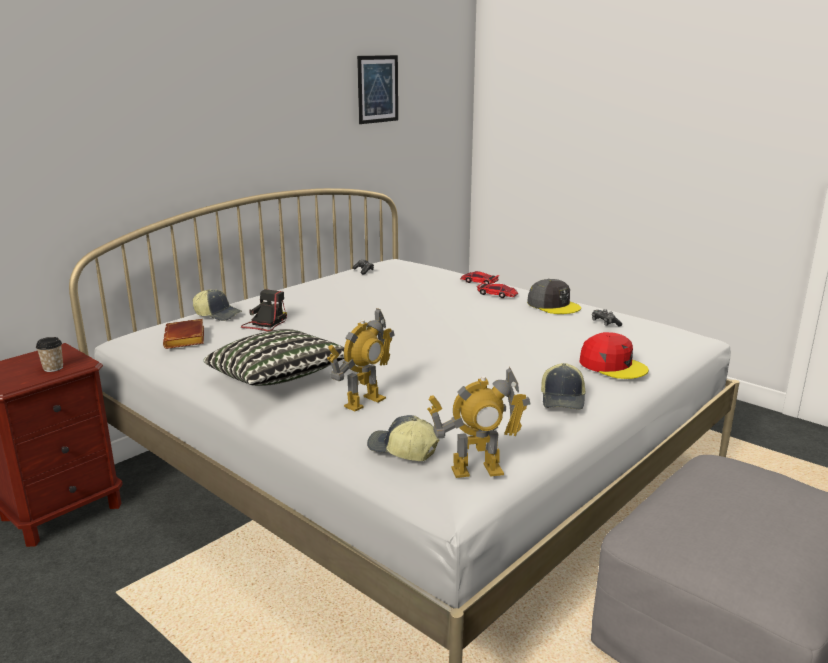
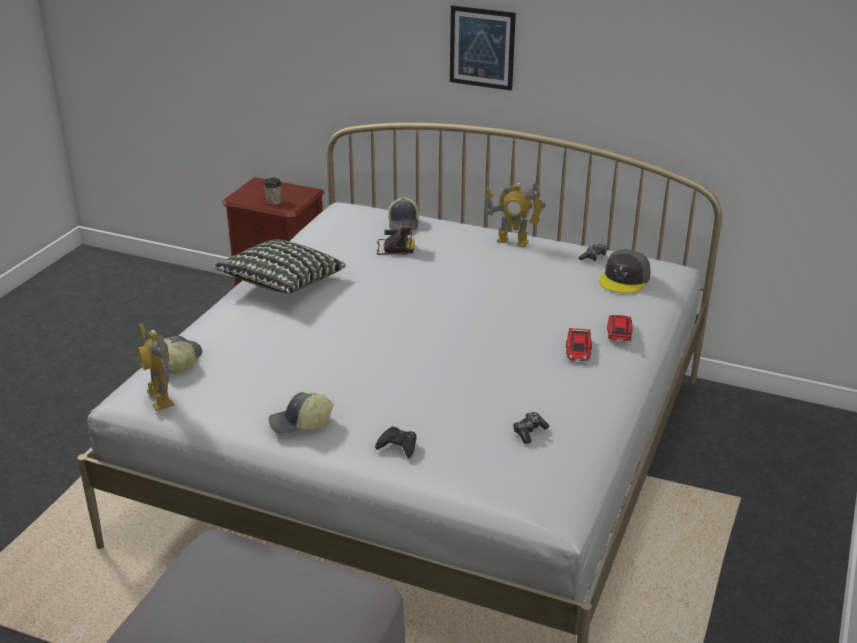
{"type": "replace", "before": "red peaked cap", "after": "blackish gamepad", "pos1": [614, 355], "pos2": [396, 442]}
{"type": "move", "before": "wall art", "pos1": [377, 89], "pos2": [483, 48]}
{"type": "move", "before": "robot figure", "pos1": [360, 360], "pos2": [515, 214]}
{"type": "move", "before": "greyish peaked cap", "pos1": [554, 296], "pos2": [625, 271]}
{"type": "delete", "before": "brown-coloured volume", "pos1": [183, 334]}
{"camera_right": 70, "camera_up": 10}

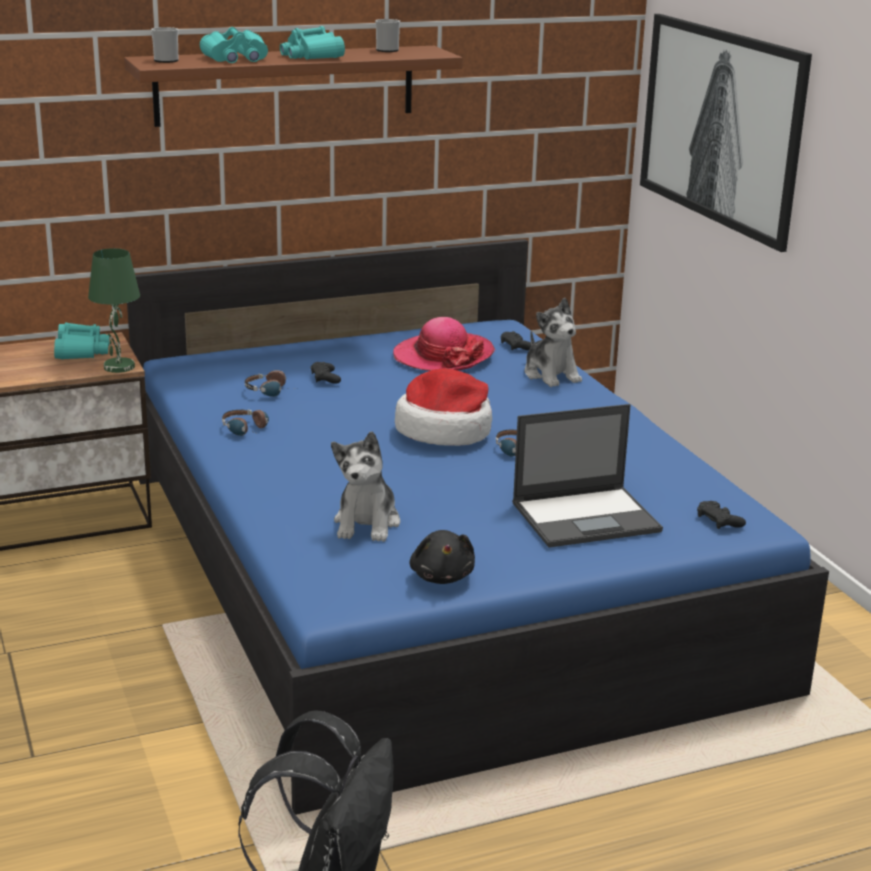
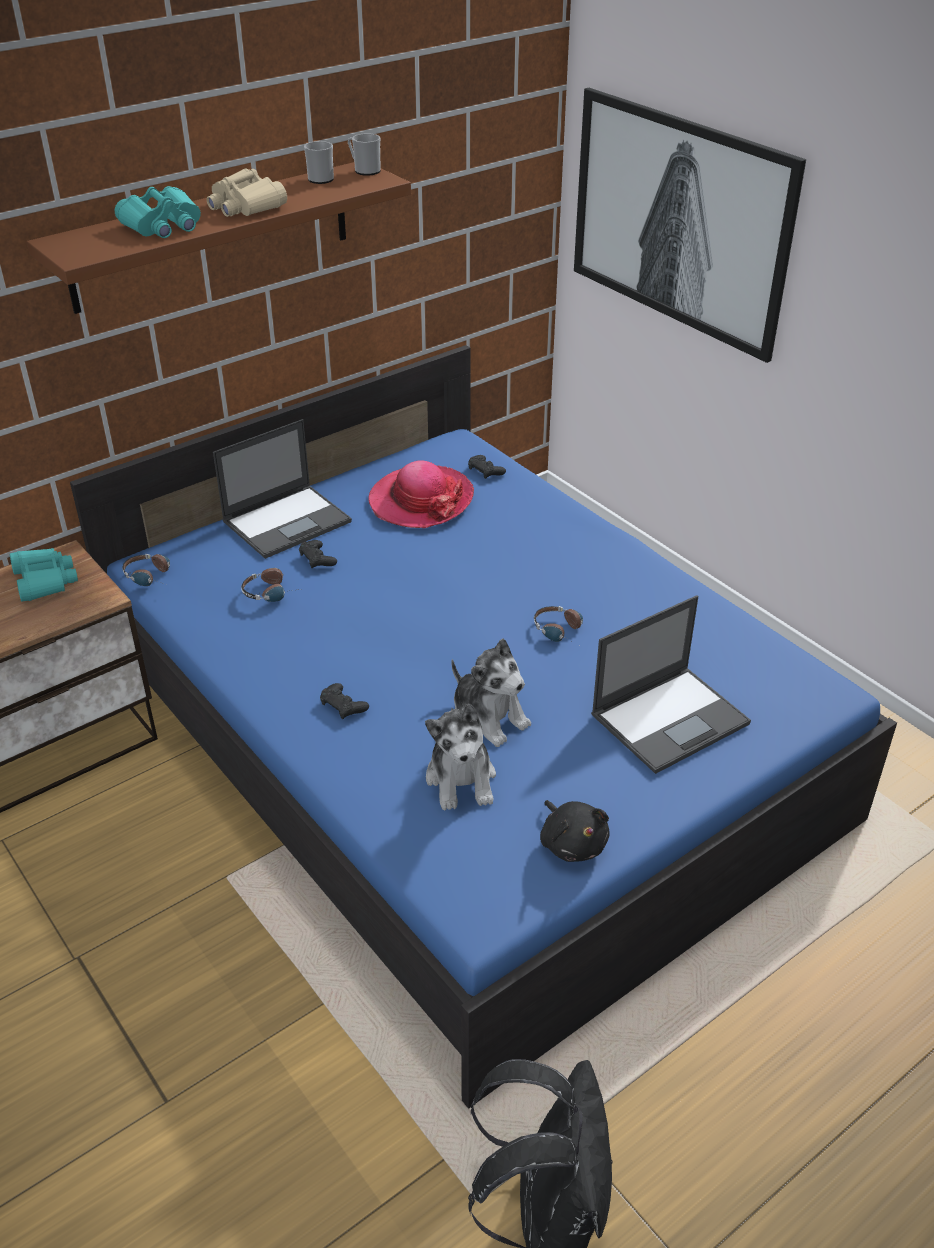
{"type": "move", "before": "headset", "pos1": [245, 422], "pos2": [146, 570]}
{"type": "recolor", "before": "turquoise pair of binoculars", "after": "sand-coloured pair of binoculars", "pos1": [312, 43], "pos2": [247, 192]}
{"type": "insert", "after": "notebook computer", "pos2": [282, 489]}
{"type": "move", "before": "blackish gamepad", "pos1": [721, 515], "pos2": [344, 701]}
{"type": "move", "before": "tea mug", "pos1": [165, 45], "pos2": [364, 154]}
{"type": "move", "before": "plush toy", "pos1": [553, 342], "pos2": [491, 693]}
{"type": "delete", "before": "greenish tabletop lamp", "pos1": [114, 310]}
{"type": "delete", "before": "hat", "pos1": [443, 407]}
{"camera_right": -15, "camera_up": 15}

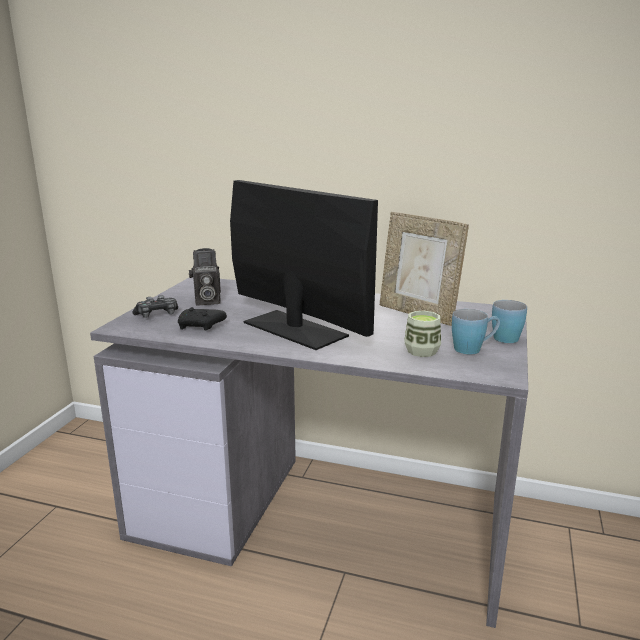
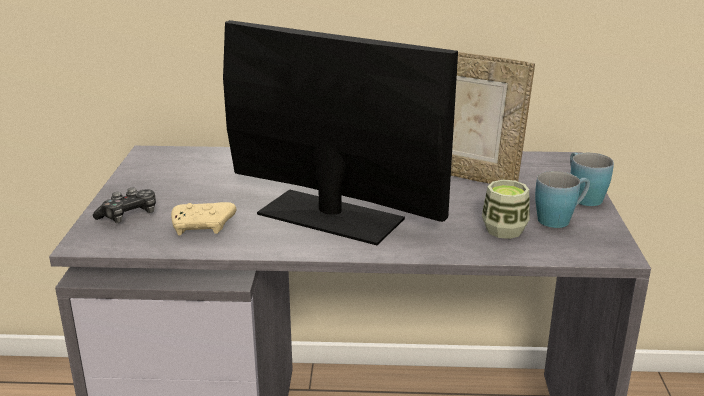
{"type": "recolor", "before": "blackish gamepad", "after": "sand-coloured gamepad", "pos1": [202, 319], "pos2": [203, 219]}
{"type": "delete", "before": "photo camera", "pos1": [205, 276]}
{"camera_right": -15, "camera_up": 5}

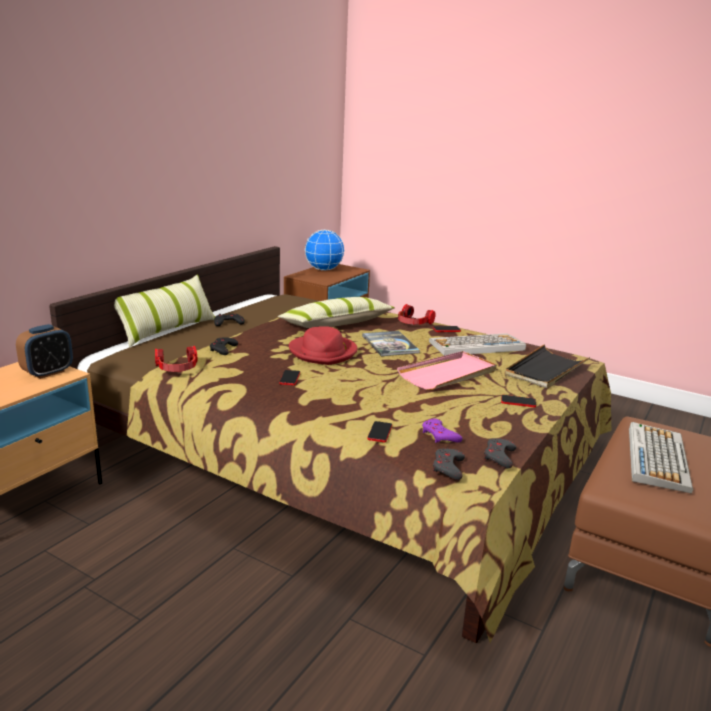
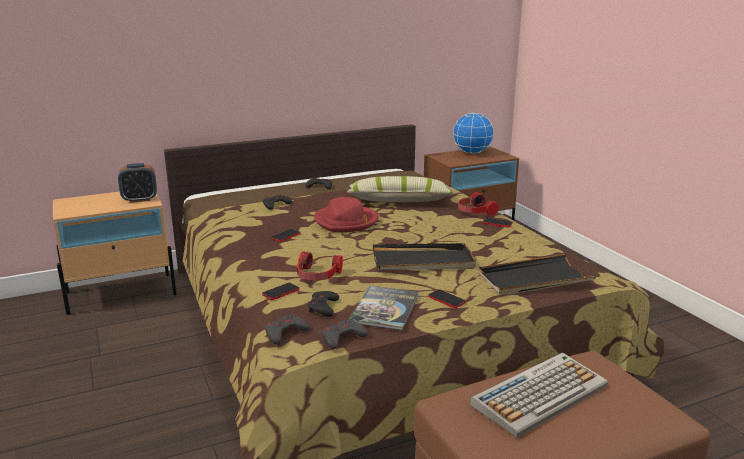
{"type": "move", "before": "headset", "pos1": [176, 359], "pos2": [320, 266]}
{"type": "recolor", "before": "purple-coloured gamepad", "after": "blackish gamepad", "pos1": [442, 431], "pos2": [323, 304]}
{"type": "move", "before": "volume", "pos1": [391, 343], "pos2": [384, 308]}
{"type": "recolor", "before": "pinkish tray", "after": "blackish tray", "pos1": [447, 370], "pos2": [424, 256]}
{"type": "delete", "before": "cushion", "pos1": [164, 310]}
{"type": "delete", "before": "computer keyboard", "pos1": [477, 344]}
{"camera_right": 35, "camera_up": 0}

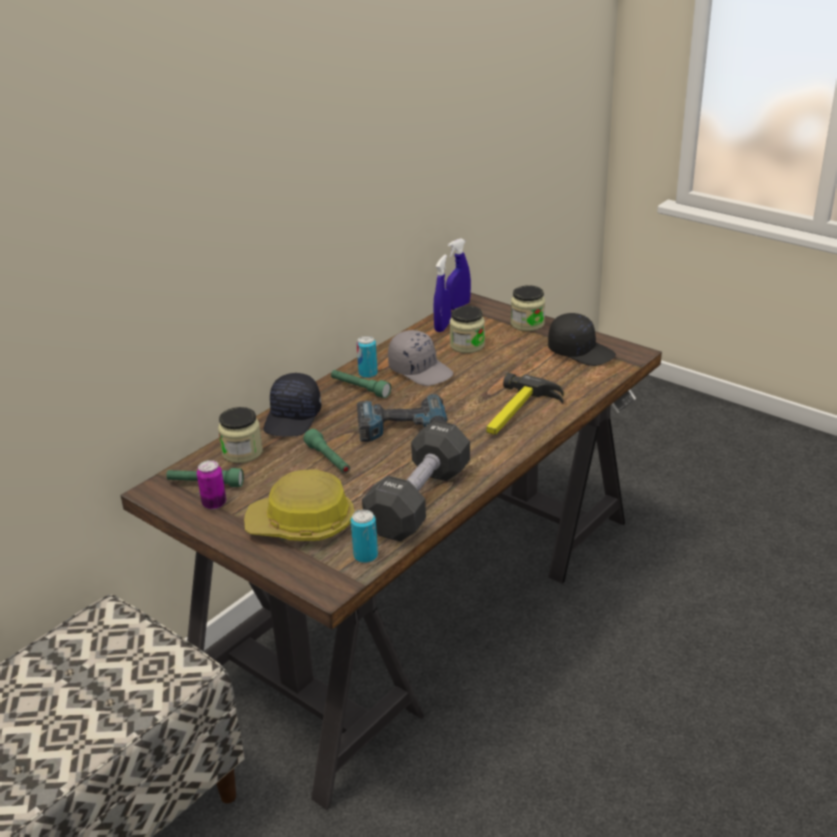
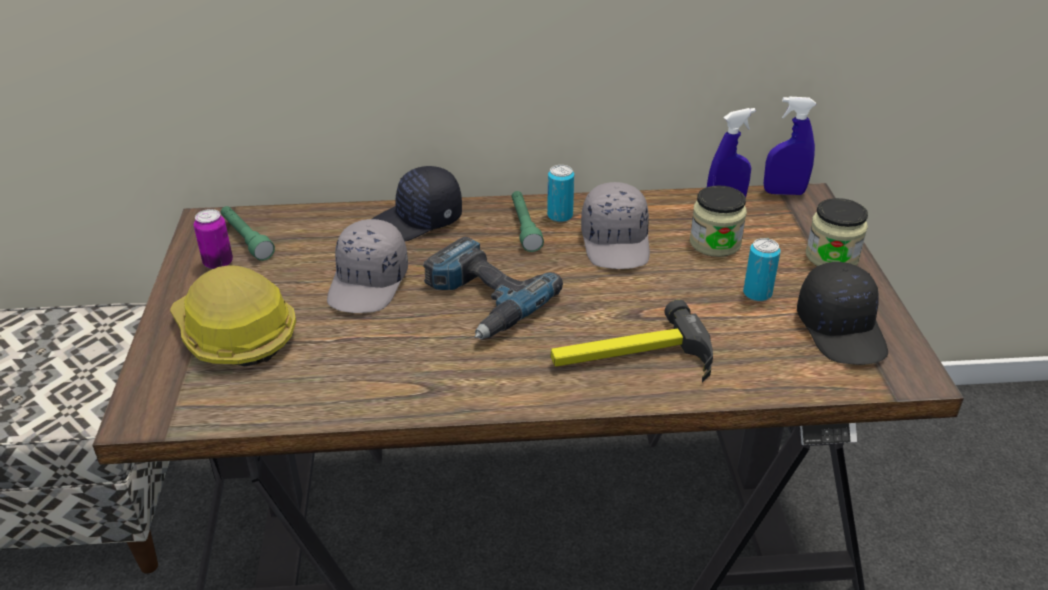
{"type": "replace", "before": "greenish torch", "after": "greyish peaked cap", "pos1": [326, 451], "pos2": [367, 266]}
{"type": "move", "before": "sealed can", "pos1": [364, 536], "pos2": [761, 270]}
{"type": "delete", "before": "preserve jar", "pos1": [240, 435]}
{"type": "delete", "before": "blackish free weight", "pos1": [416, 481]}
{"camera_right": 45, "camera_up": 5}

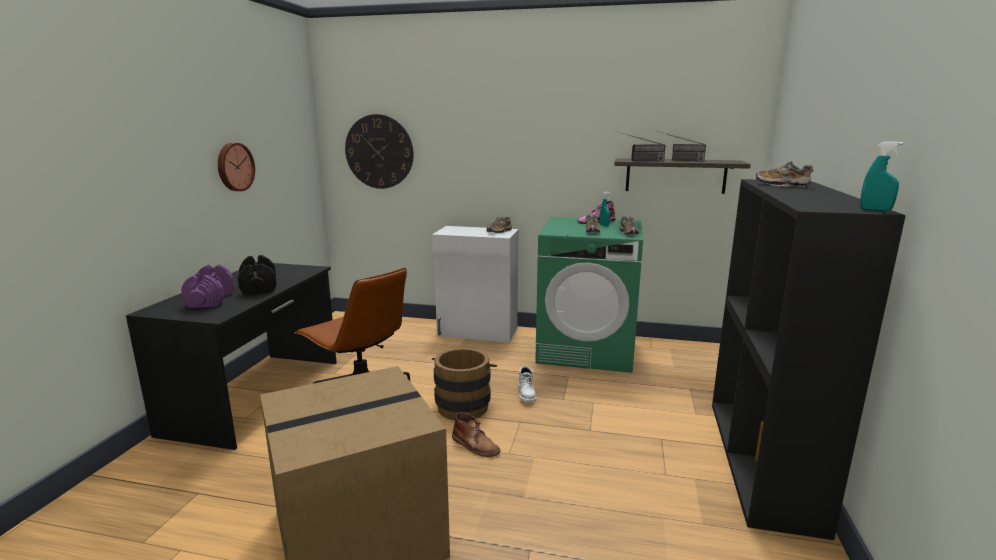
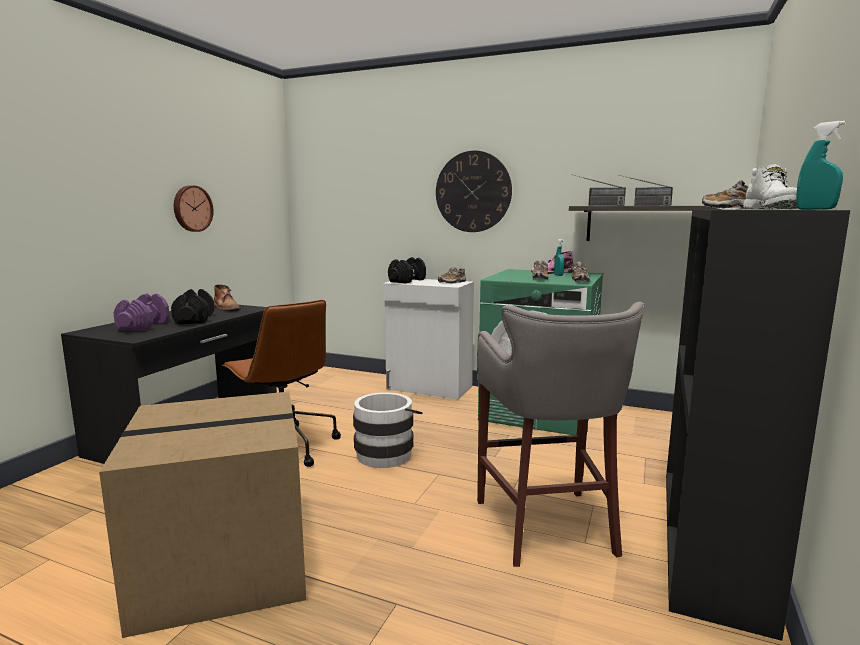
{"type": "move", "before": "brown-coloured high-top boot", "pos1": [476, 434], "pos2": [227, 297]}
{"type": "recolor", "before": "brown-coloured pail", "after": "whitish pail", "pos1": [464, 384], "pos2": [388, 430]}
{"type": "insert", "after": "blackish free weight", "pos2": [407, 270]}
{"type": "move", "before": "clock on the wall", "pos1": [379, 151], "pos2": [474, 191]}
{"type": "insert", "after": "greyish stool", "pos2": [560, 434]}
{"type": "move", "before": "whitish high-top boot", "pos1": [527, 384], "pos2": [770, 186]}
{"camera_right": 10, "camera_up": -5}

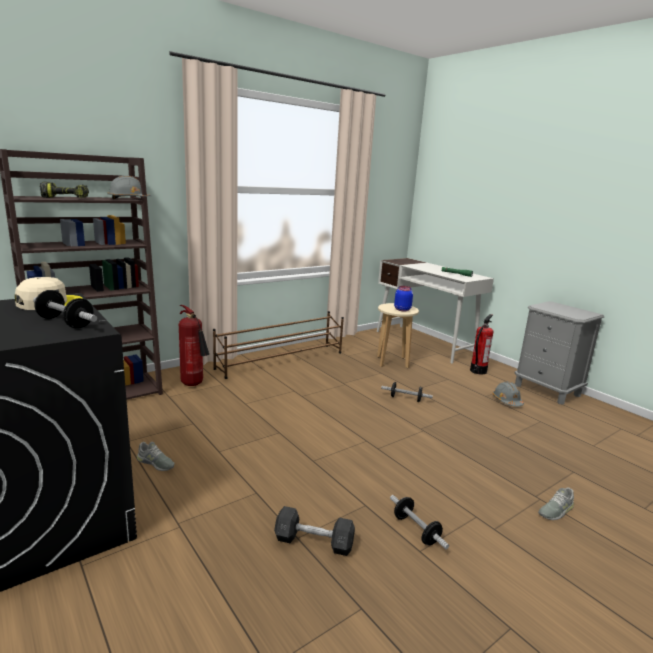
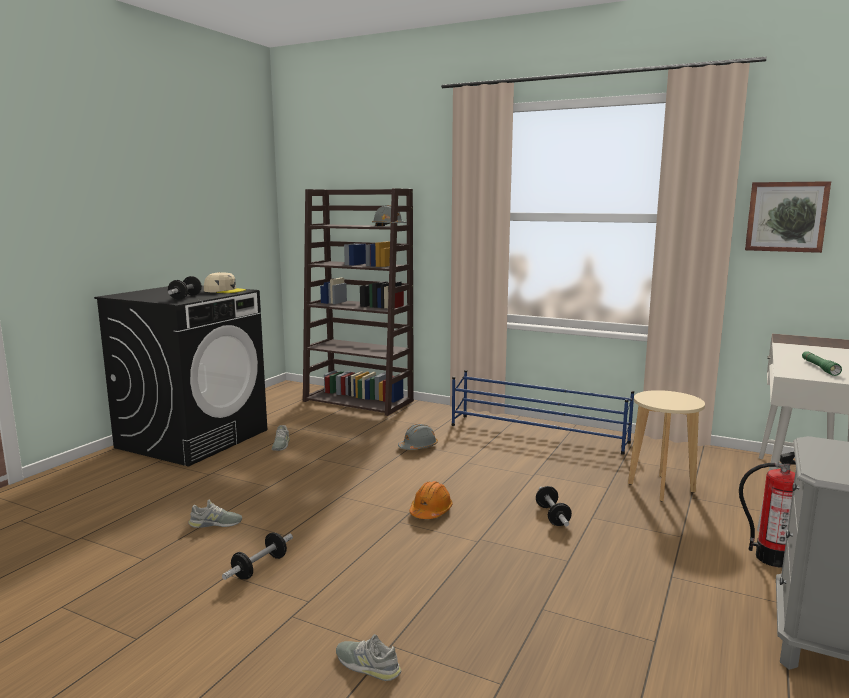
{"type": "replace", "before": "greyish free weight", "after": "greyish item of footwear", "pos1": [314, 531], "pos2": [215, 514]}
{"type": "move", "before": "greyish work helmet", "pos1": [508, 394], "pos2": [418, 437]}
{"type": "insert", "after": "orange-coloured work helmet", "pos2": [431, 500]}
{"type": "recolor", "before": "brown-coloured shoe shelf", "after": "blue shoe shelf", "pos1": [278, 345], "pos2": [543, 412]}
{"type": "insert", "after": "wall art", "pos2": [788, 217]}
{"type": "delete", "before": "drill", "pos1": [64, 190]}
{"type": "delete", "before": "fire-fighting cylinder", "pos1": [194, 345]}
{"type": "delete", "before": "blue preserve jar", "pos1": [403, 299]}
{"camera_right": 65, "camera_up": -5}

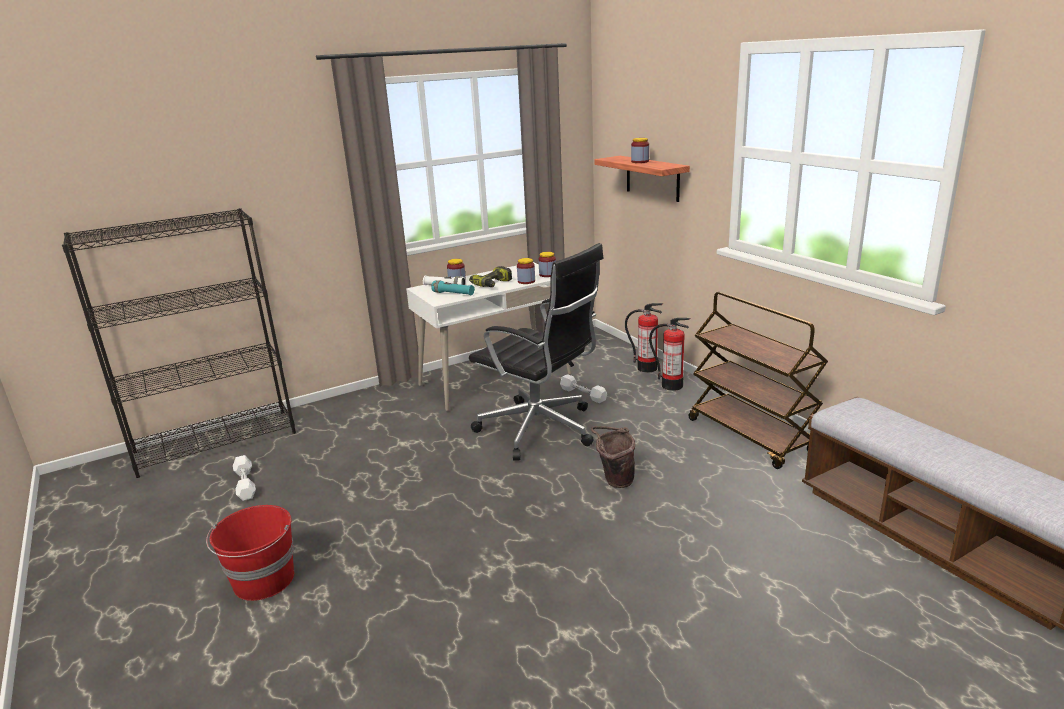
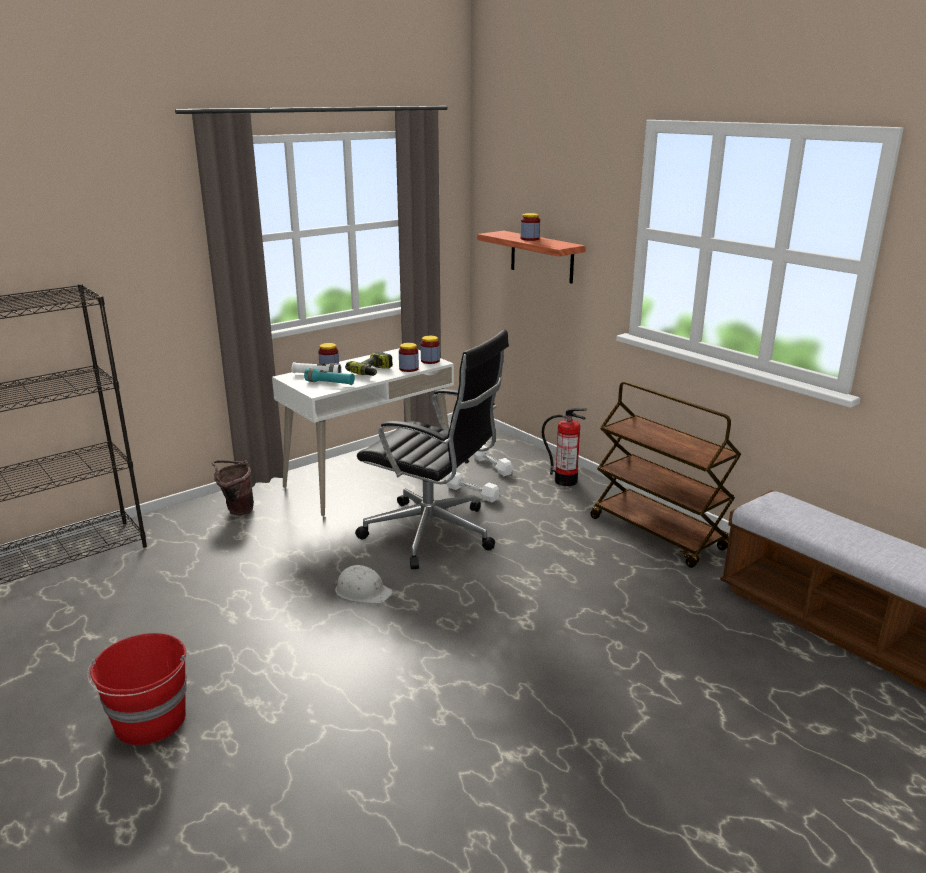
{"type": "move", "before": "brown-coloured pail", "pos1": [613, 457], "pos2": [233, 487]}
{"type": "insert", "after": "whitish work helmet", "pos2": [363, 584]}
{"type": "move", "before": "whitish free weight", "pos1": [244, 478], "pos2": [493, 460]}
{"type": "delete", "before": "fire-fighting cylinder", "pos1": [644, 338]}
{"camera_right": -10, "camera_up": 0}

